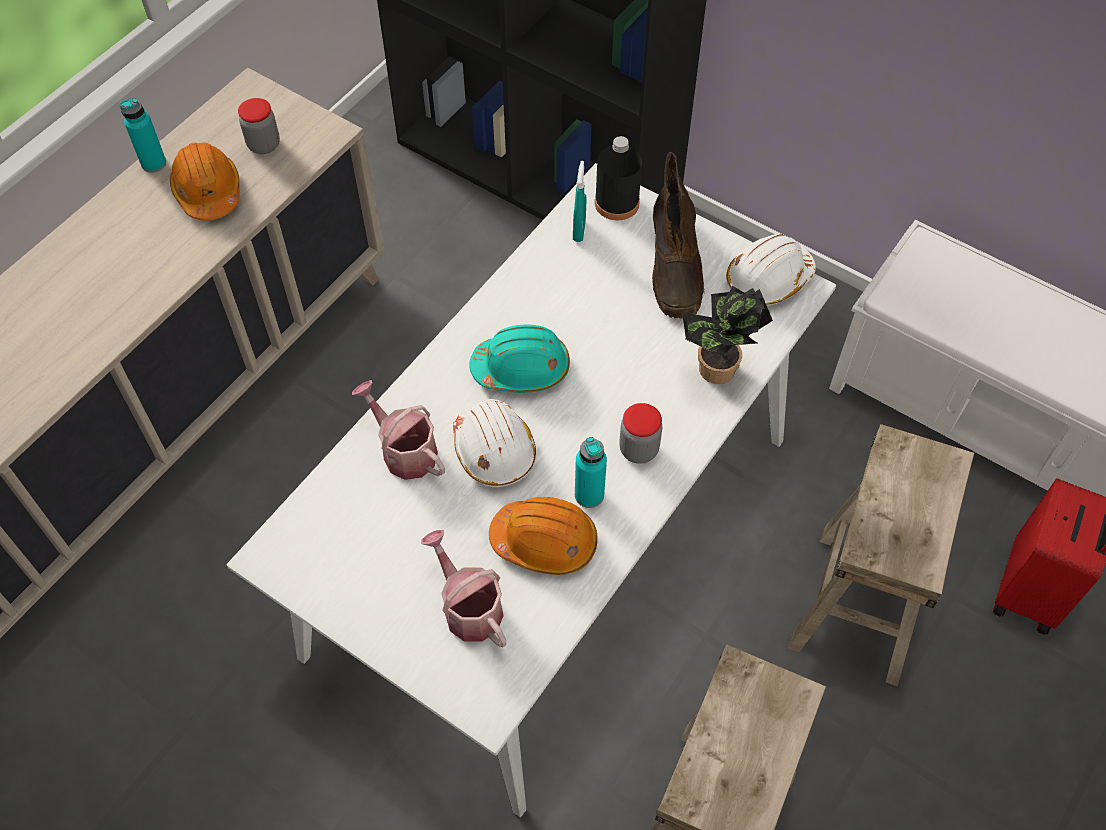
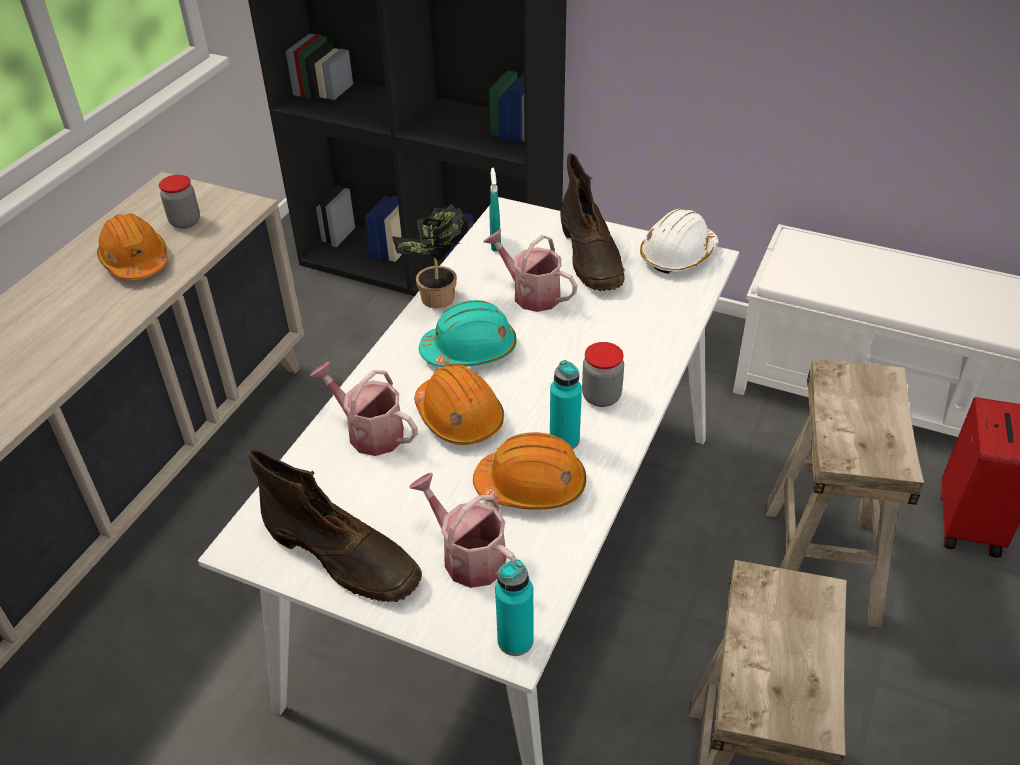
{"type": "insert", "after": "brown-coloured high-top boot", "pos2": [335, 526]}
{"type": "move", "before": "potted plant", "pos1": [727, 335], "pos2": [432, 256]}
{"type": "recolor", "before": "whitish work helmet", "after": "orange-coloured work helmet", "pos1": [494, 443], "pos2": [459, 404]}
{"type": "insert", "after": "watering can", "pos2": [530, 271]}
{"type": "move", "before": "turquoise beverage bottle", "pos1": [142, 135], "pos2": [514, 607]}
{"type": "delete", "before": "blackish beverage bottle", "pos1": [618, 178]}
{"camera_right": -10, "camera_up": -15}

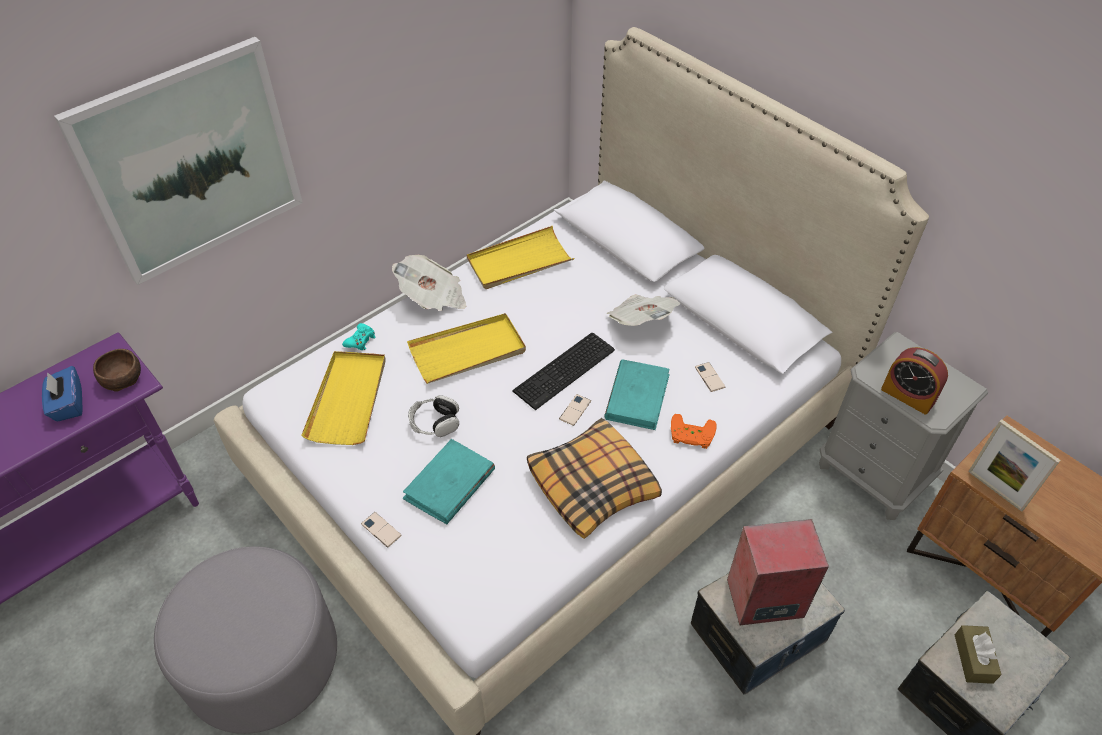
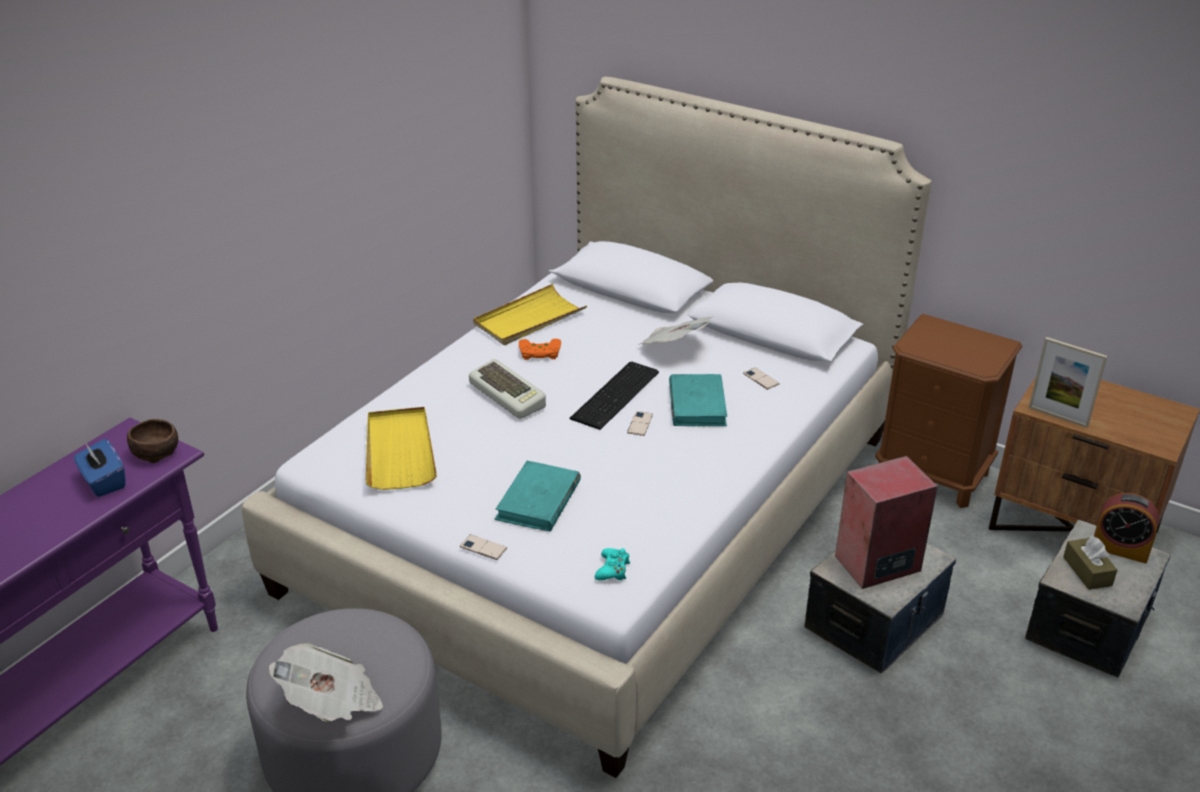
{"type": "move", "before": "newspaper", "pos1": [429, 283], "pos2": [326, 682]}
{"type": "replace", "before": "yellow tray", "after": "computer keyboard", "pos1": [466, 348], "pos2": [507, 389]}
{"type": "move", "before": "orange-coloured gamepad", "pos1": [694, 431], "pos2": [540, 349]}
{"type": "move", "before": "turquoise gamepad", "pos1": [359, 336], "pos2": [612, 564]}
{"type": "recolor", "before": "greyish bedside table", "after": "brown-coloured bedside table", "pos1": [903, 426], "pos2": [948, 411]}
{"type": "move", "before": "bedside clock", "pos1": [914, 381], "pos2": [1126, 528]}
{"type": "delete", "before": "wall art", "pos1": [178, 161]}
{"type": "delete", "before": "headset", "pos1": [433, 416]}
{"type": "delete", "before": "cushion", "pos1": [594, 478]}
{"camera_right": -15, "camera_up": -15}

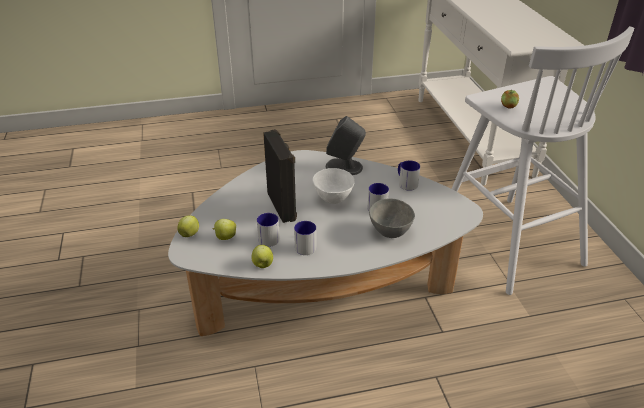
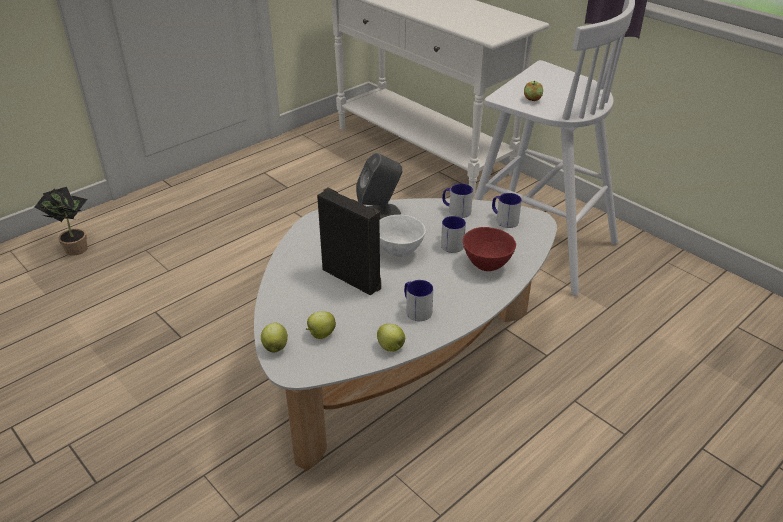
{"type": "insert", "after": "potted plant", "pos2": [61, 221]}
{"type": "recolor", "before": "greyish bowl", "after": "red bowl", "pos1": [392, 218], "pos2": [489, 249]}
{"type": "move", "before": "tea mug", "pos1": [268, 230], "pos2": [507, 210]}
{"camera_right": -30, "camera_up": 0}

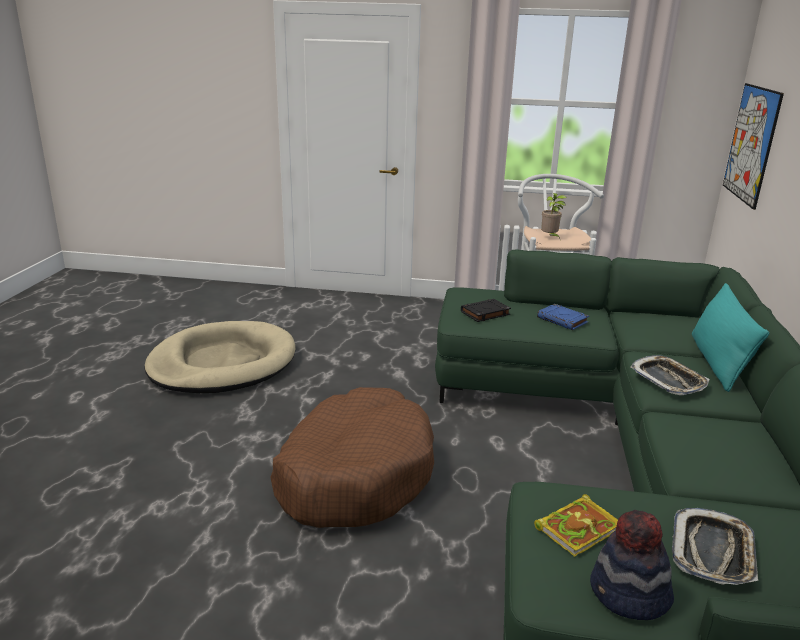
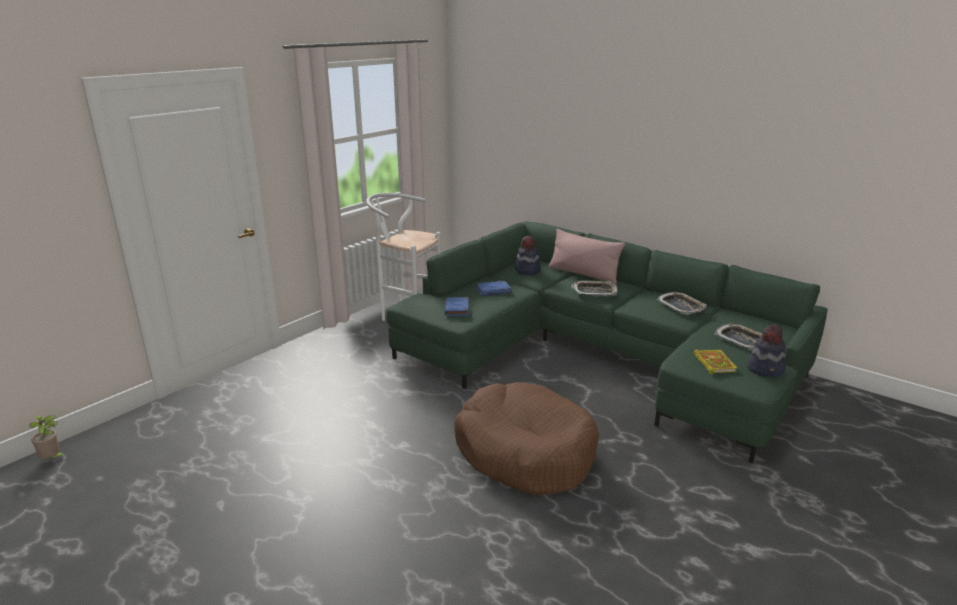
{"type": "move", "before": "potted plant", "pos1": [554, 215], "pos2": [48, 437]}
{"type": "recolor", "before": "blackish volume", "after": "blue volume", "pos1": [486, 310], "pos2": [456, 306]}
{"type": "insert", "after": "hat", "pos2": [528, 255]}
{"type": "recolor", "before": "turquoise cushion", "after": "pinkish cushion", "pos1": [730, 337], "pos2": [586, 256]}
{"type": "insert", "after": "tray", "pos2": [682, 303]}
{"type": "delete", "before": "sand-coloured dog cushion", "pos1": [220, 357]}
{"type": "delete", "before": "wall art", "pos1": [753, 146]}
{"camera_right": -60, "camera_up": 0}

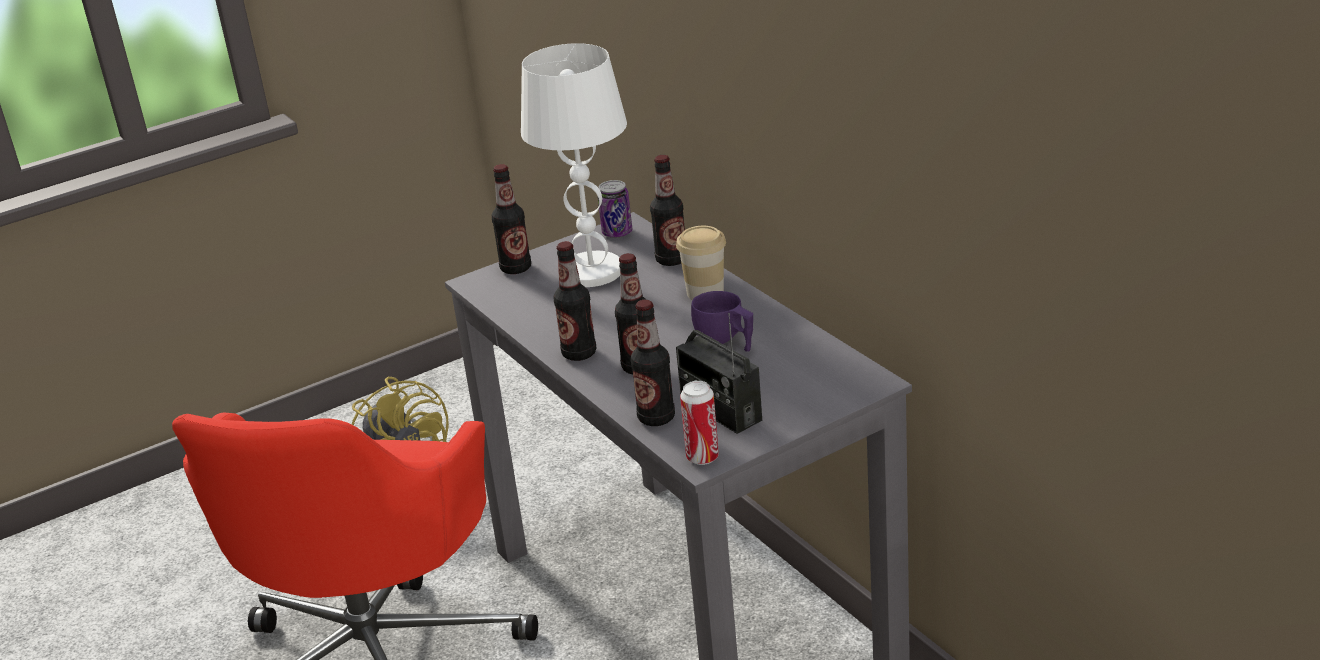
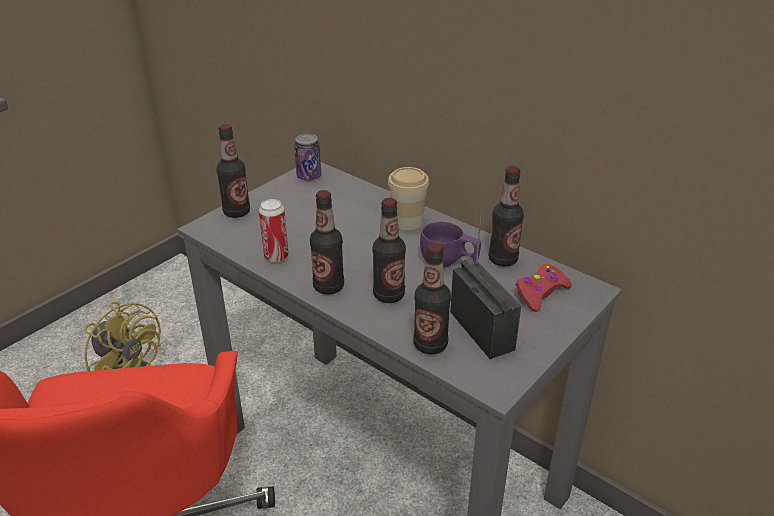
{"type": "move", "before": "sealed can", "pos1": [699, 423], "pos2": [274, 230]}
{"type": "rotate", "before": "radio", "pos1": [719, 373], "pos2": [485, 285], "turn": -150}
{"type": "move", "before": "beverage bottle", "pos1": [667, 210], "pos2": [506, 216]}
{"type": "insert", "after": "red gamepad", "pos2": [544, 287]}
{"type": "delete", "before": "whitish tabletop lamp", "pos1": [574, 165]}
{"camera_right": -20, "camera_up": 5}

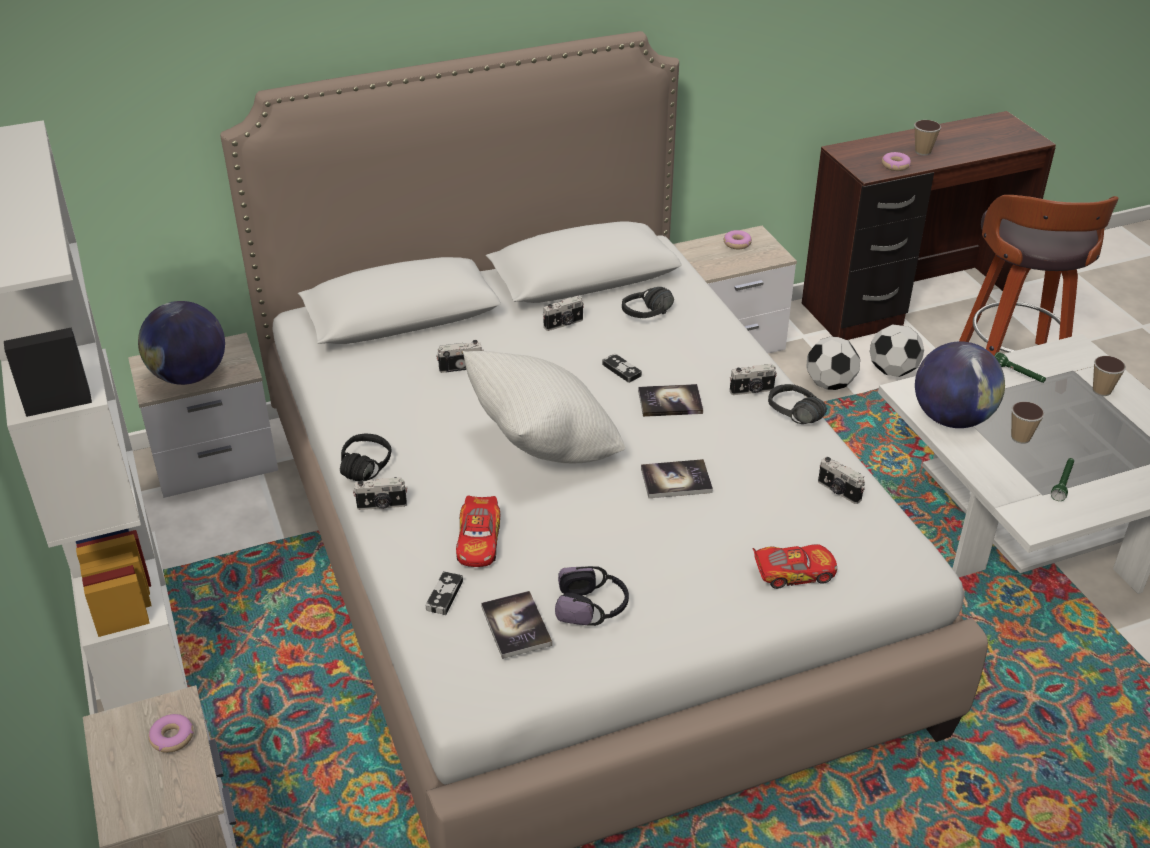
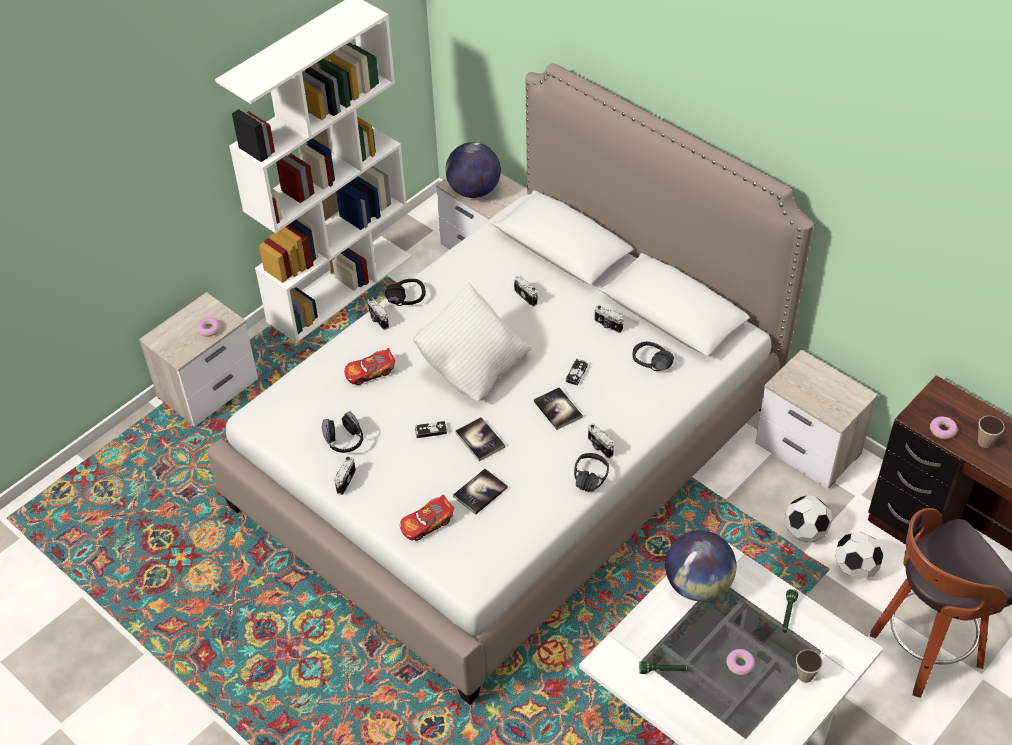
{"type": "move", "before": "photo camera", "pos1": [841, 480], "pos2": [345, 476]}
{"type": "rotate", "before": "toy car", "pos1": [795, 566], "pos2": [427, 517], "turn": 90}
{"type": "move", "before": "gamepad", "pos1": [444, 593], "pos2": [431, 429]}
{"type": "move", "before": "volume", "pos1": [516, 625], "pos2": [480, 492]}
{"type": "move", "before": "ring doughnut", "pos1": [738, 239], "pos2": [741, 662]}
{"type": "delete", "before": "small cup", "pos1": [1028, 423]}
{"camera_right": 65, "camera_up": 10}

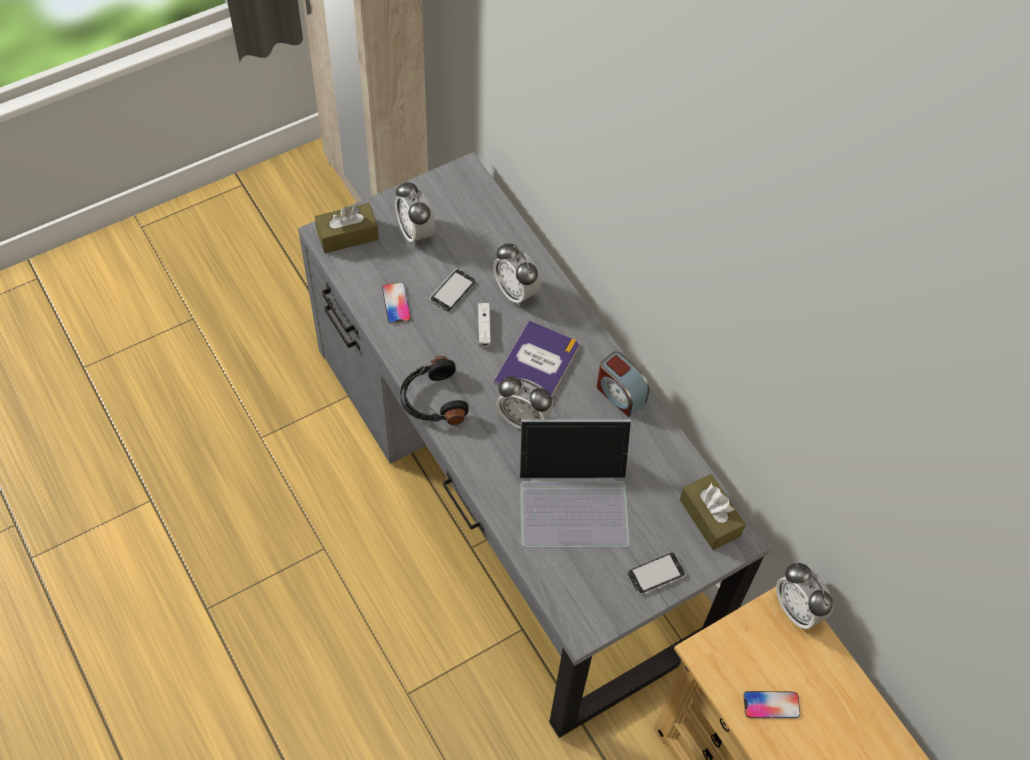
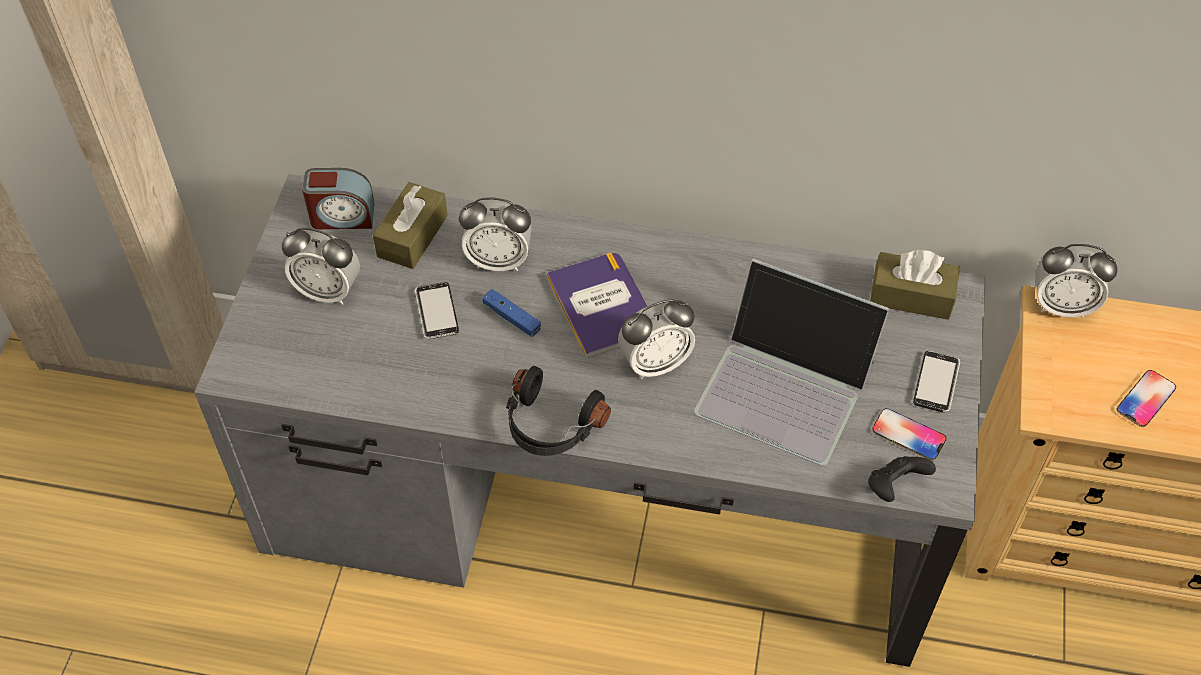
{"type": "move", "before": "bedside clock", "pos1": [623, 384], "pos2": [338, 198]}
{"type": "move", "before": "brown-coloured tissue box", "pos1": [347, 228], "pos2": [410, 225]}
{"type": "recolor", "before": "whitish gamepad", "after": "blue gamepad", "pos1": [484, 325], "pos2": [511, 313]}
{"type": "rotate", "before": "notebook computer", "pos1": [575, 483], "pos2": [792, 362], "turn": 75}
{"type": "insert", "after": "blackish gamepad", "pos2": [902, 479]}
{"type": "move", "before": "handset", "pos1": [396, 303], "pos2": [909, 434]}
{"camera_right": -45, "camera_up": -5}

